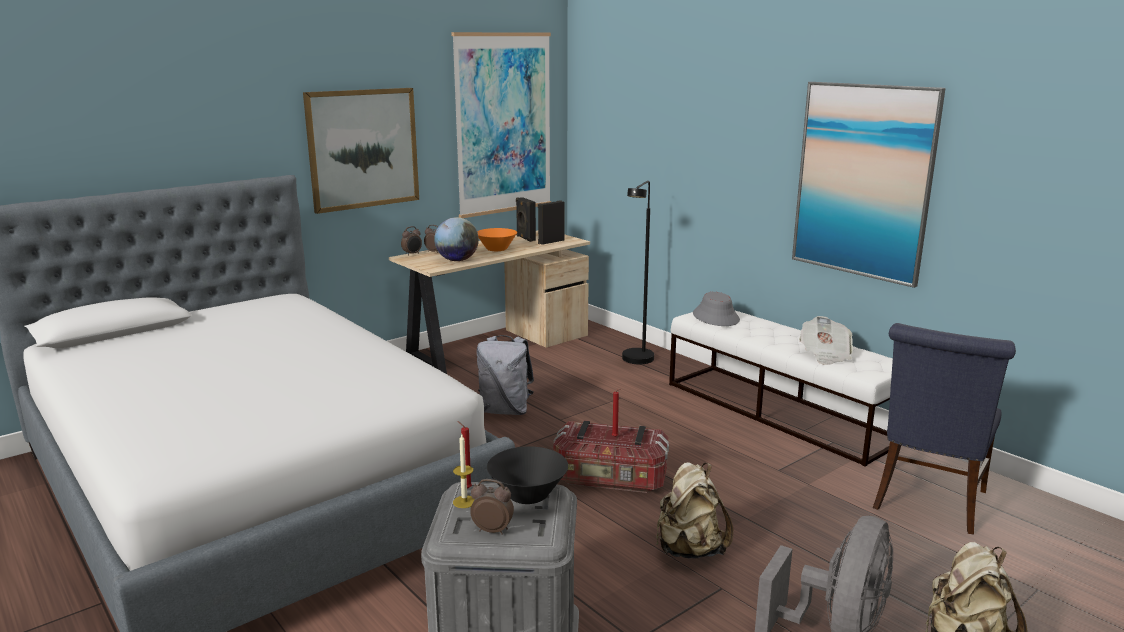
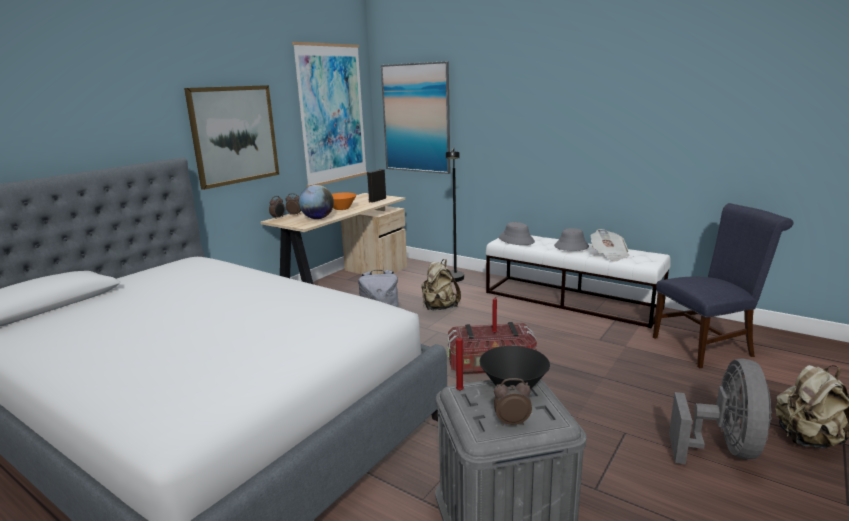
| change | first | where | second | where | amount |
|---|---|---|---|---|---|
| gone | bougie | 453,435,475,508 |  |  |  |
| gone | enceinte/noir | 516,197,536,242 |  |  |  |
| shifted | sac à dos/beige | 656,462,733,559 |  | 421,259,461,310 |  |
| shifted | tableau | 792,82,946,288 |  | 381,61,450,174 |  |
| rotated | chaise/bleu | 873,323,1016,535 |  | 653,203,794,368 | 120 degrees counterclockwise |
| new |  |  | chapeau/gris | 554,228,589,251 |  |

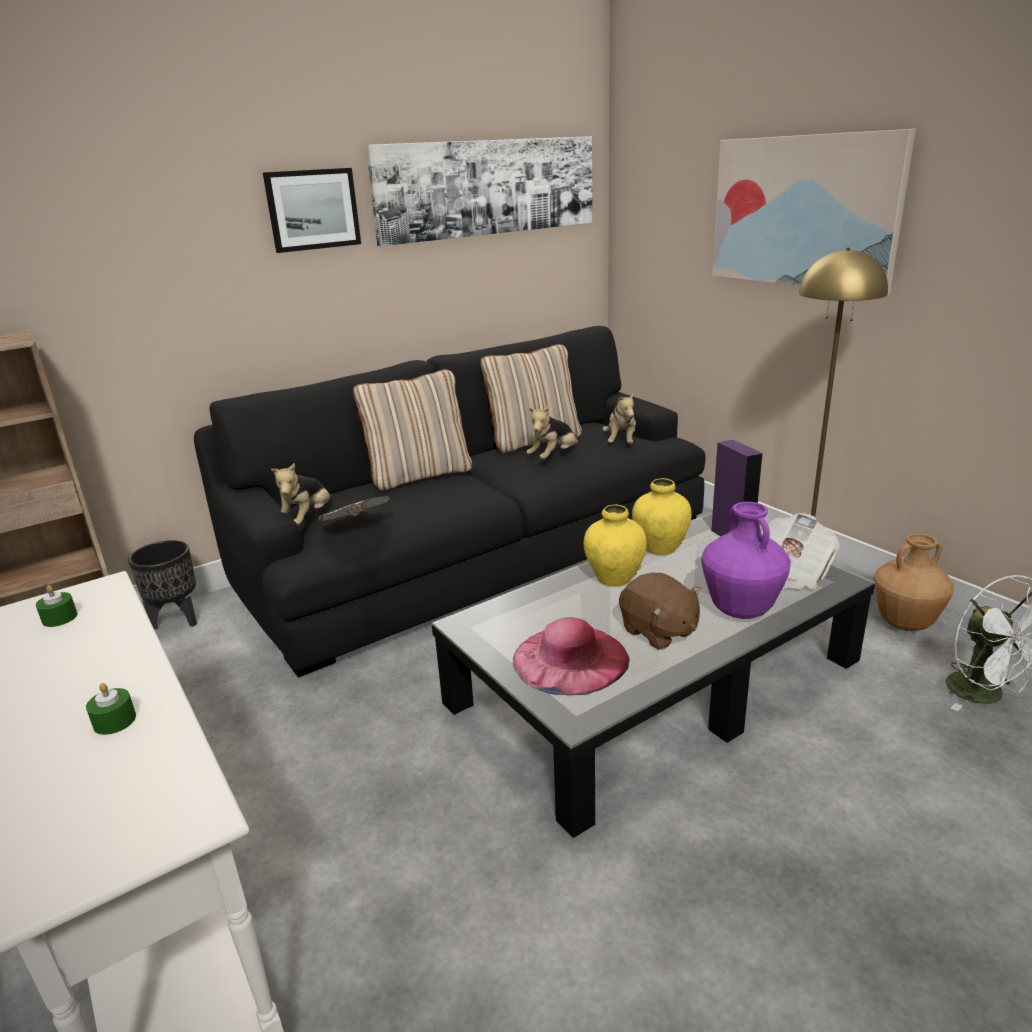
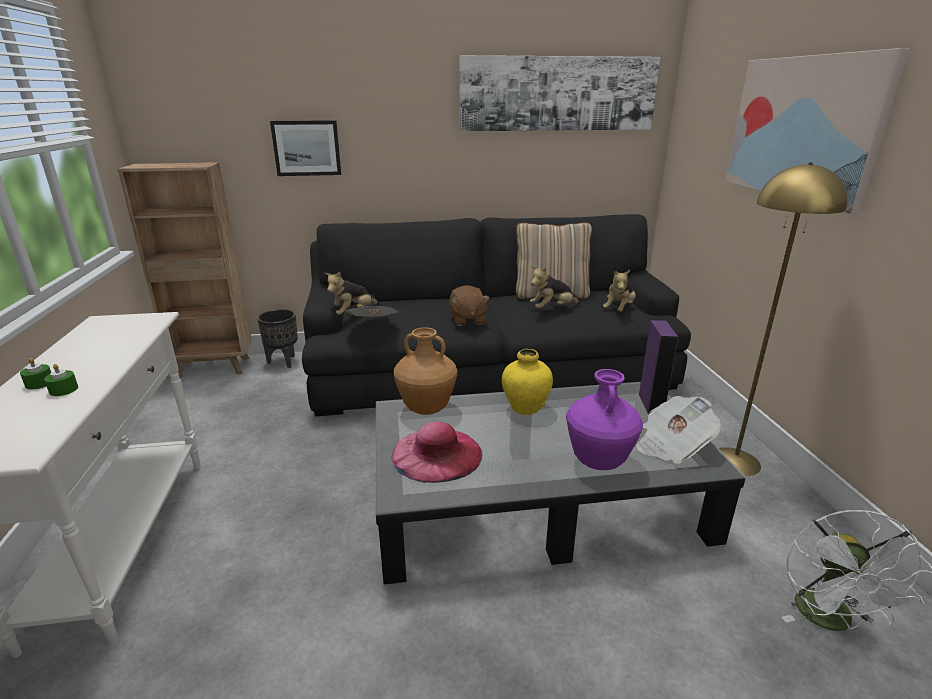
| change | first | where | second | where | amount |
|---|---|---|---|---|---|
| shifted | bougie/vert | 36,585,78,627 |  | 20,358,51,390 |  |
| shifted | tableau | 263,168,361,253 |  | 270,120,341,176 |  |
| gone | coussin/beige | 353,369,472,491 |  |  |  |
| shifted | peluche/marron | 619,573,701,650 |  | 449,285,490,326 |  |
| gone | vase/jaune | 632,478,692,555 |  |  |  |
| shifted | vase/marron | 873,534,954,631 |  | 394,327,457,415 |  |

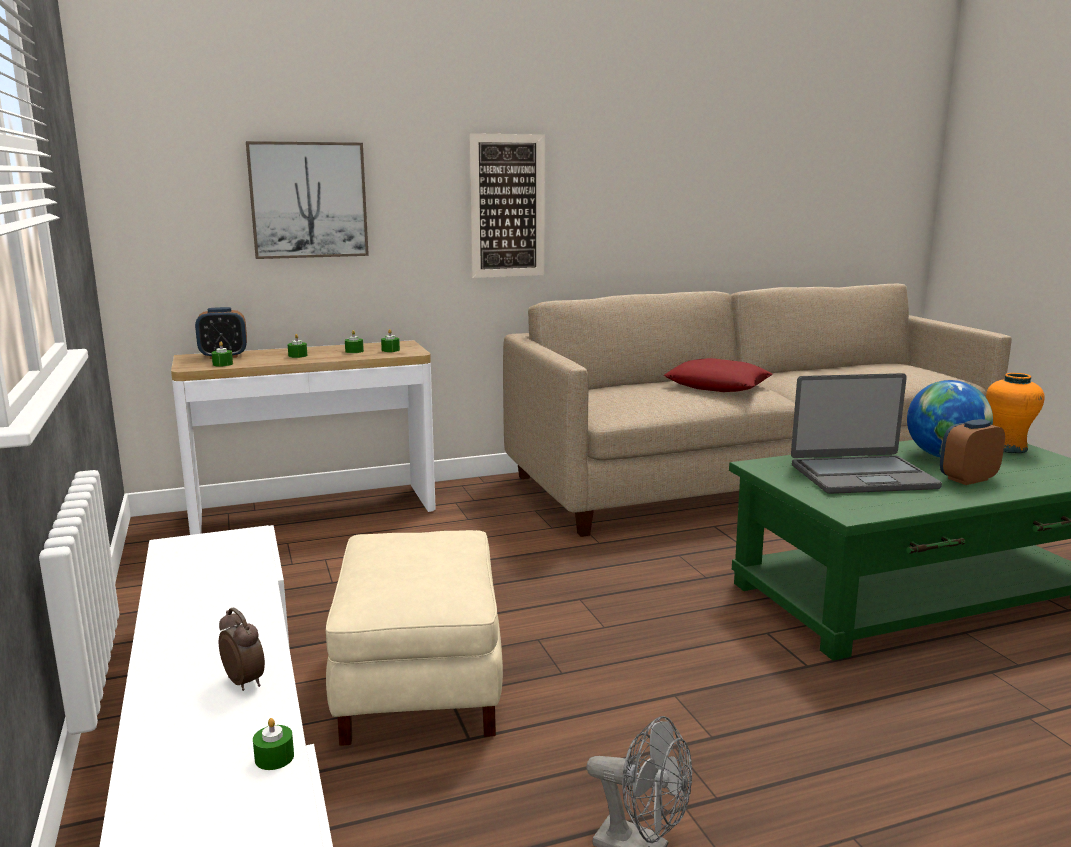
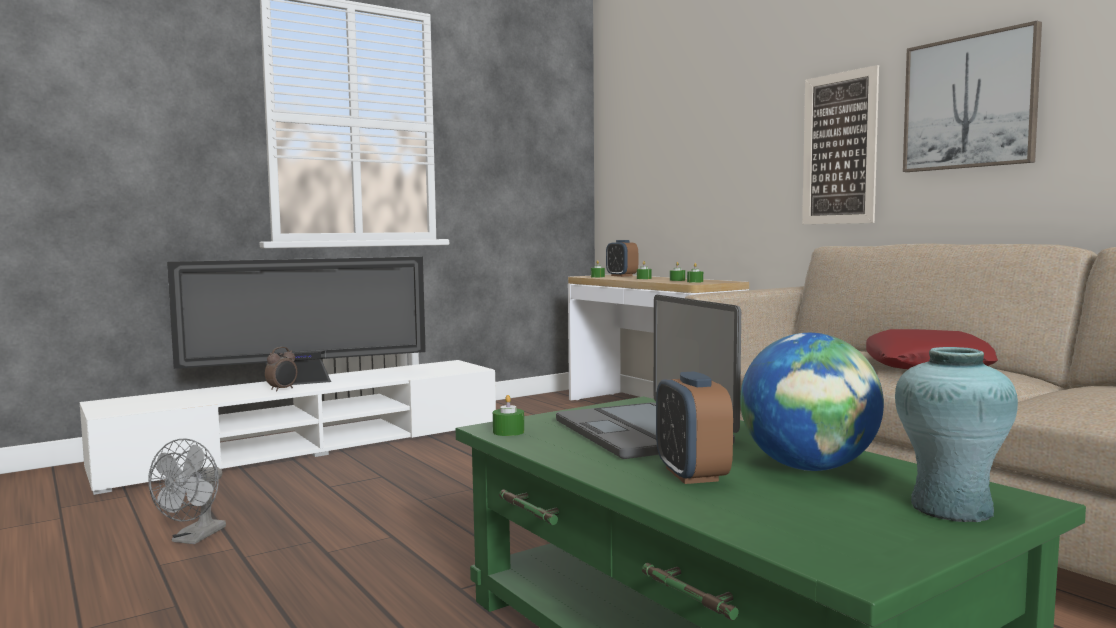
| change | first | where | second | where | amount |
|---|---|---|---|---|---|
| shifted | tableau | 246,141,369,259 |  | 903,21,1042,172 |  |
| shifted | bougie/vert | 253,718,294,770 |  | 493,395,524,436 |  |
| gone | pouf/beige | 326,530,503,746 |  |  |  |
| rotated | réveil | 940,419,1005,485 |  | 656,372,733,484 | 150 degrees counterclockwise |
| repainted | vase/orange | 986,373,1045,453 | vase/turquoise | 895,347,1018,522 |  |
| new |  |  | téléviseur | 167,256,426,385 |  |

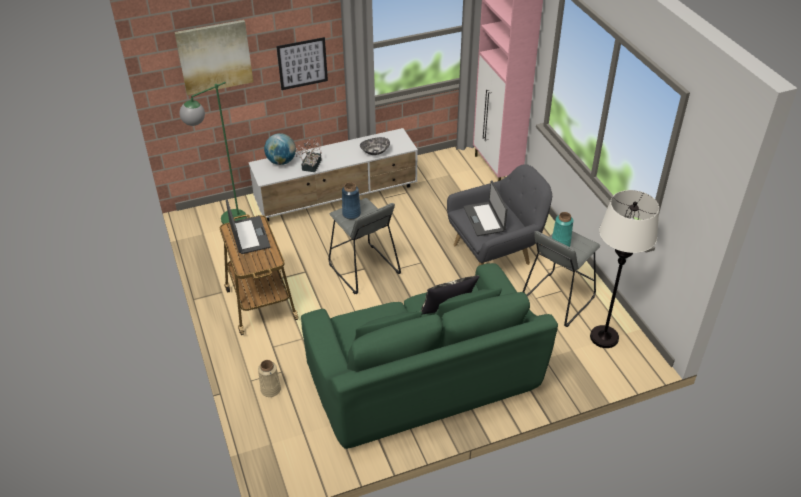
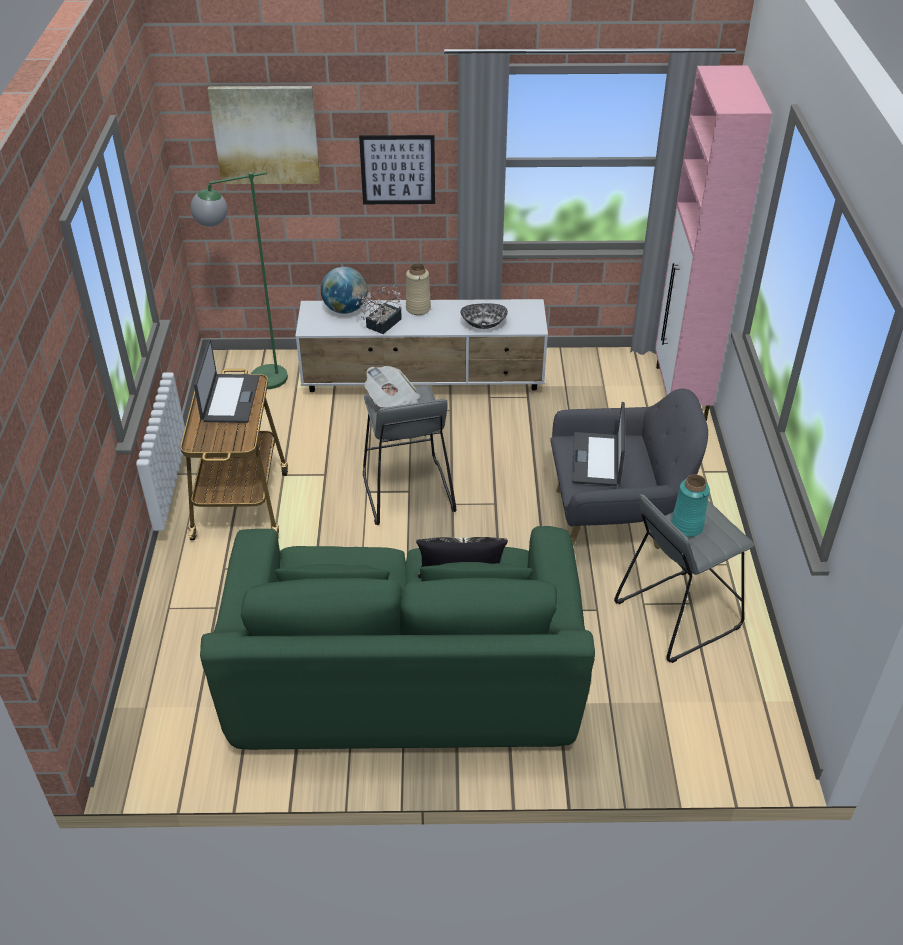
| change | first | where | second | where | amount |
|---|---|---|---|---|---|
| shifted | vase/beige | 258,360,281,397 |  | 406,263,431,315 |  |
| swapped | vase/bleu | 342,182,361,219 | journal | 364,366,420,408 |  |
| gone | lampadaire/blanc | 590,190,659,348 |  |  |  |

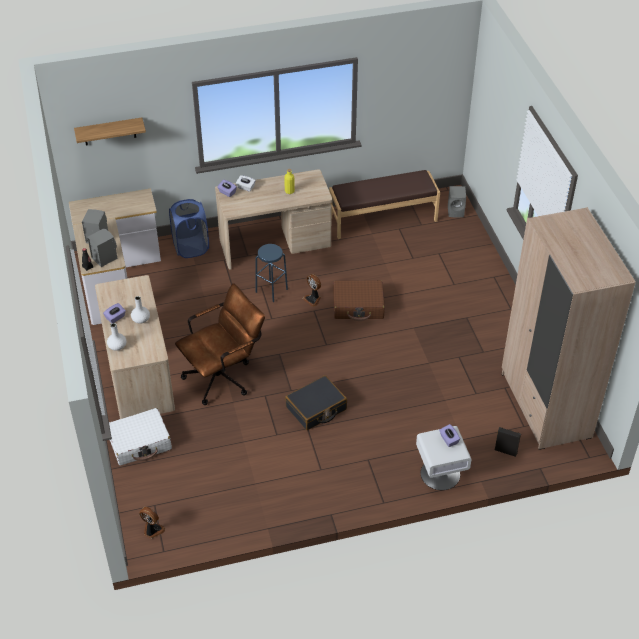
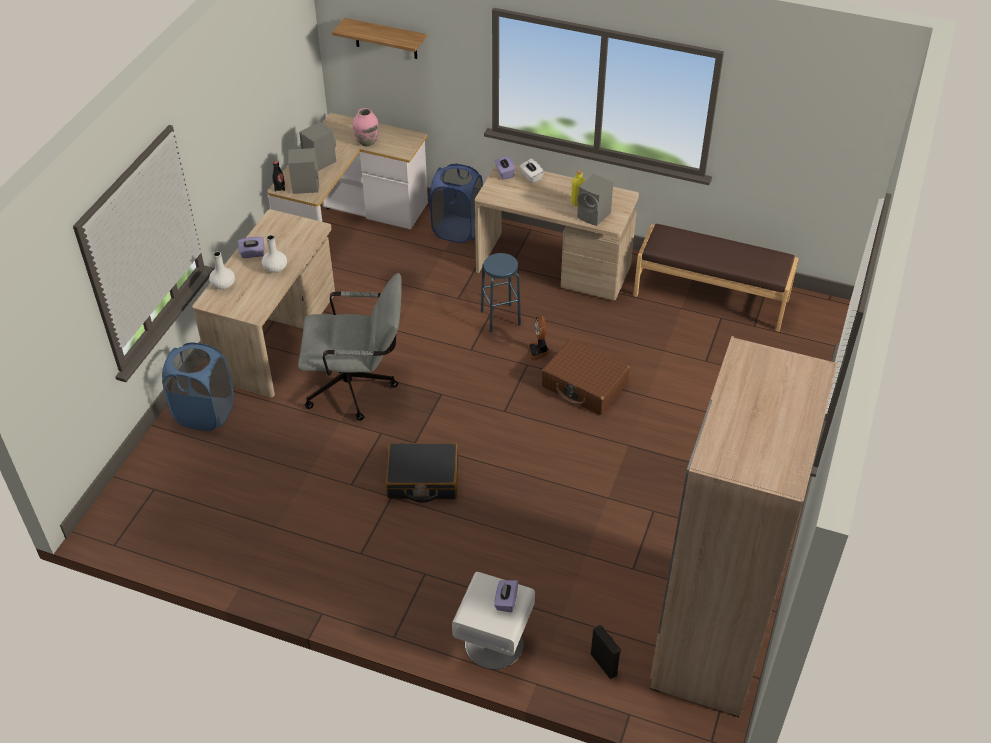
| change | first | where | second | where | amount |
|---|---|---|---|---|---|
| swapped | valise/blanc | 109,408,172,466 | panier à linge/bleu | 162,342,233,431 |  |
| gone | ventilateur | 139,507,165,539 |  |  |  |
| repainted | chaise de bureau/marron | 175,283,265,405 | chaise de bureau/gris | 298,273,402,421 |  |
| shifted | enceinte/gris | 448,186,466,218 |  | 577,174,613,226 |  |
| new |  |  | vase/rose | 353,108,379,146 |  |

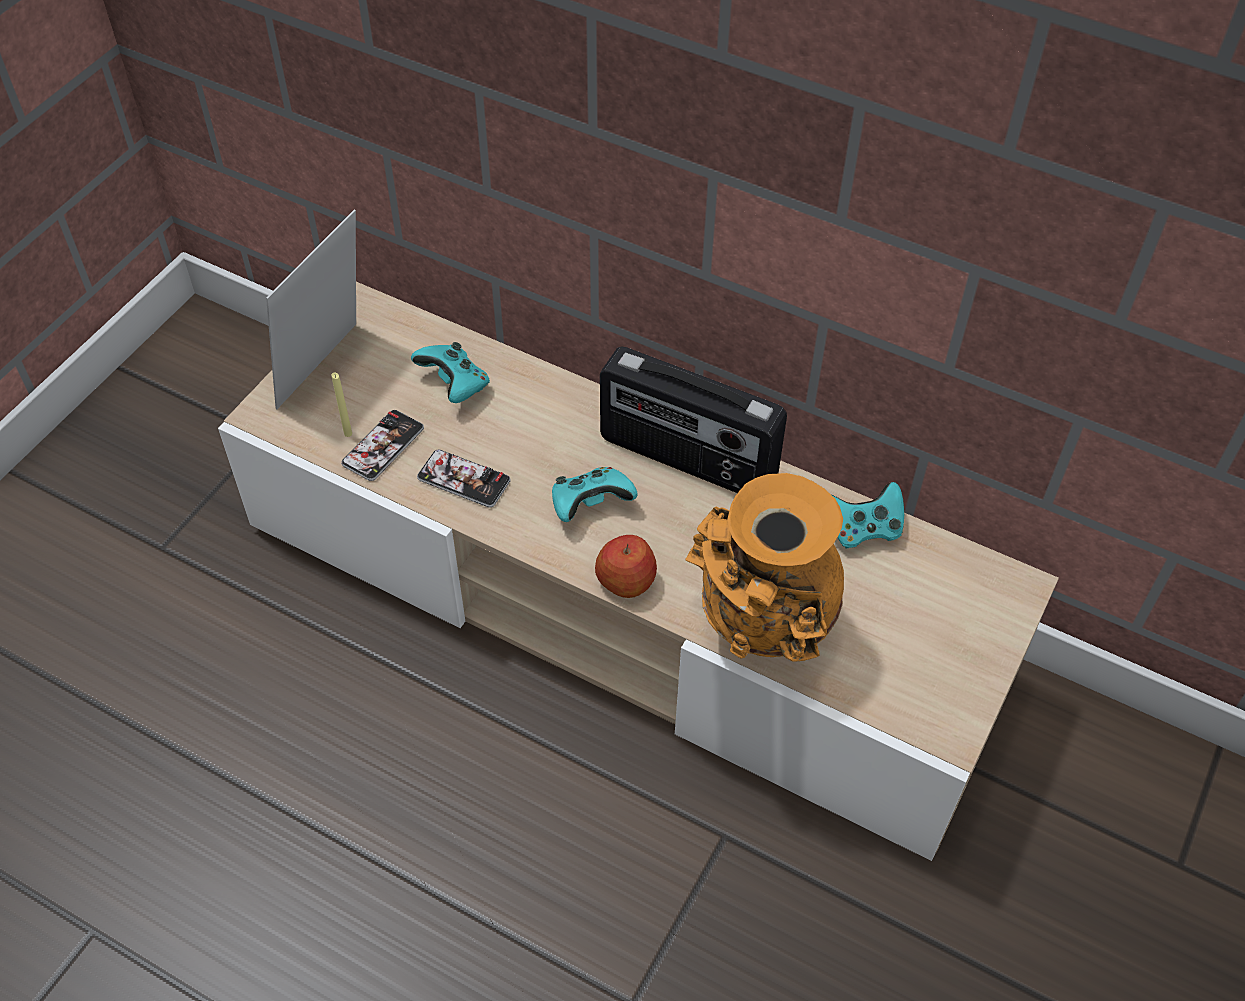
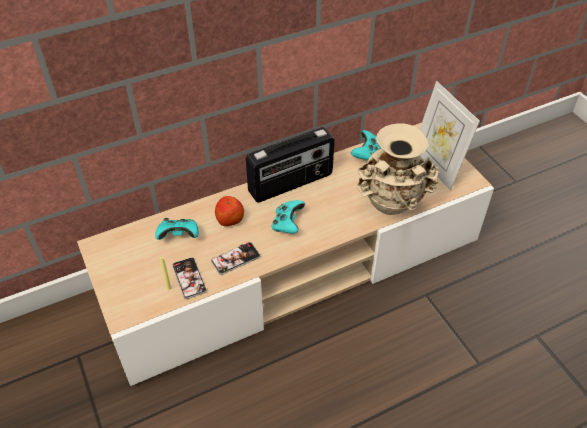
| change | first | where | second | where | amount |
|---|---|---|---|---|---|
| shifted | cadre photo | 266,210,356,409 |  | 420,81,480,191 |  |
| shifted | pomme | 595,535,657,598 |  | 215,196,244,226 |  |
| repainted | vase/orange | 685,473,844,661 | vase/beige | 356,123,439,215 |  |

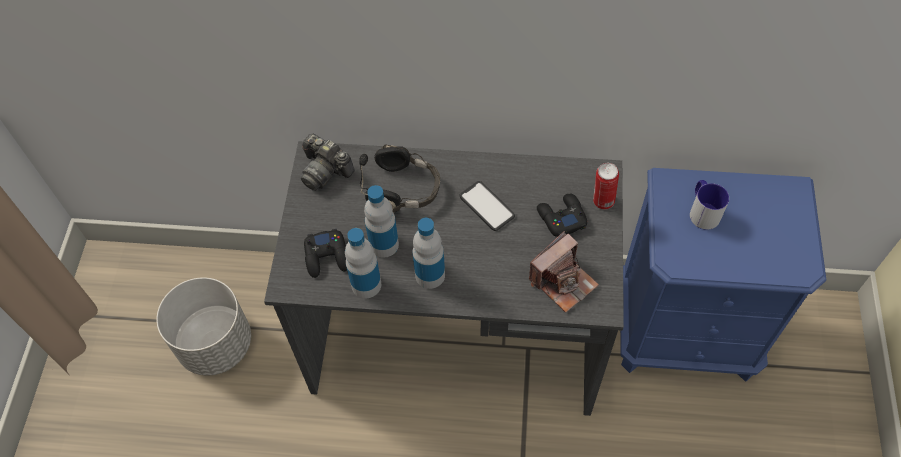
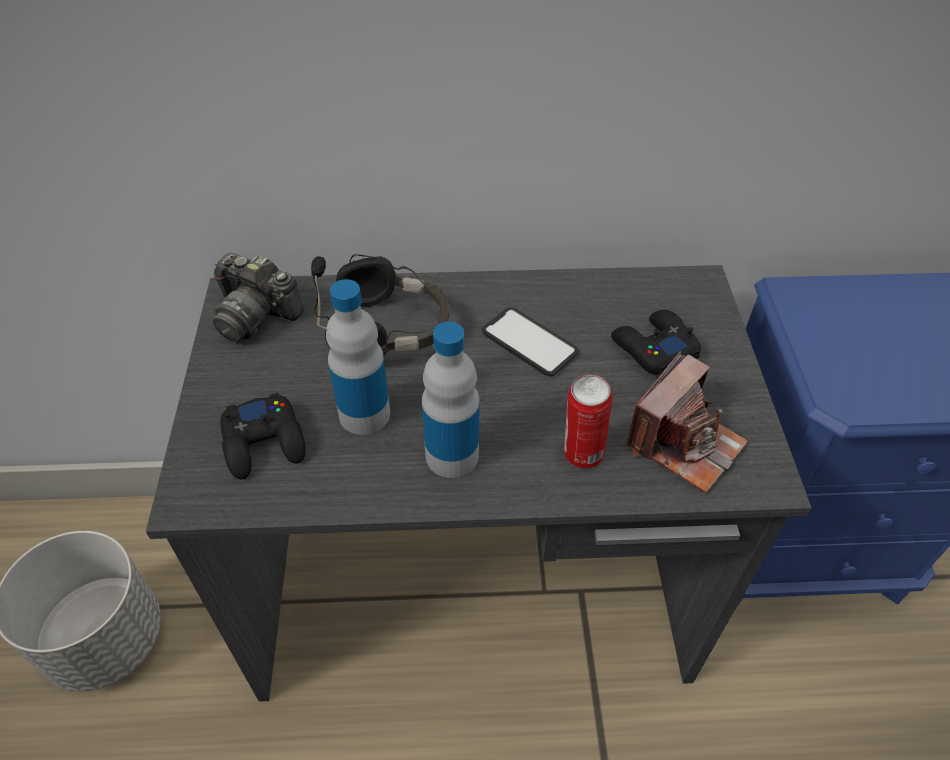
| change | first | where | second | where | amount |
|---|---|---|---|---|---|
| gone | bouteille | 345,228,381,299 |  |  |  |
| shifted | boîte métallique | 593,163,619,209 |  | 564,374,612,469 |  |
| gone | mug | 690,180,729,230 |  |  |  |

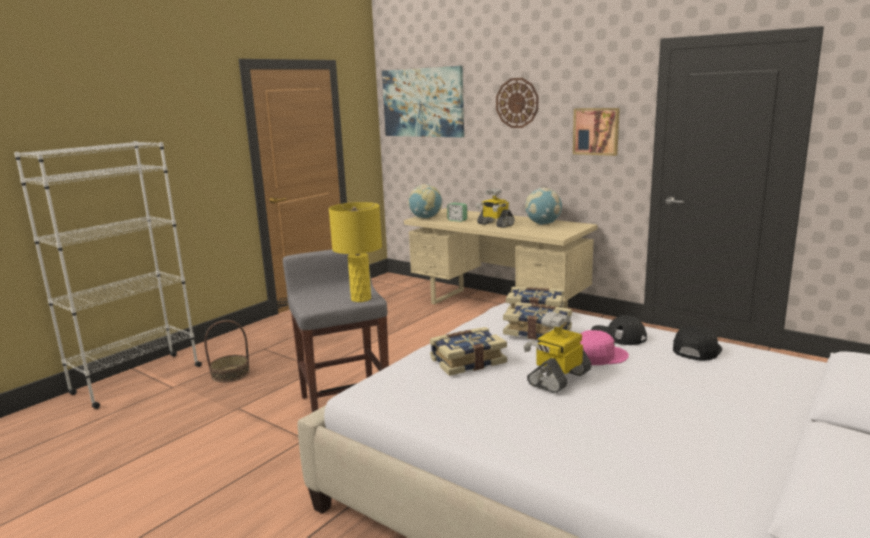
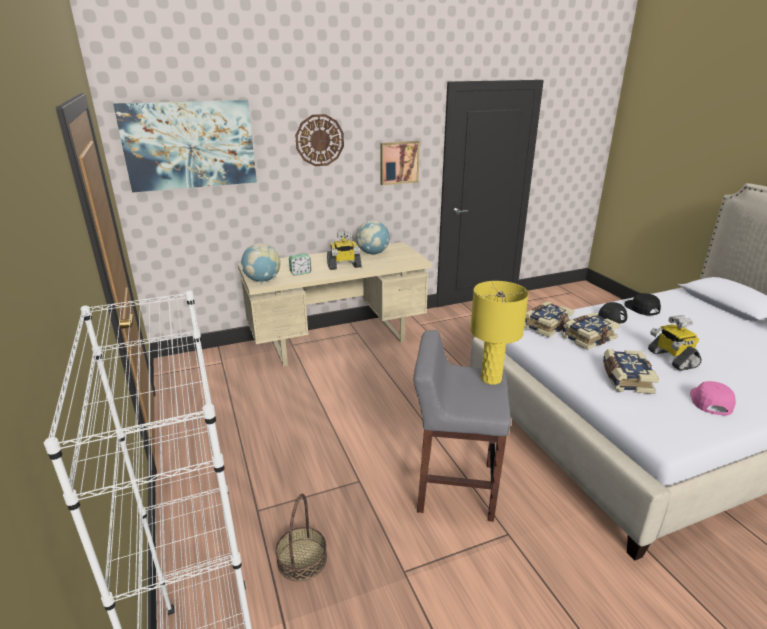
| change | first | where | second | where | amount |
|---|---|---|---|---|---|
| shifted | casquette/rose | 580,330,629,365 |  | 690,381,736,415 |  |

